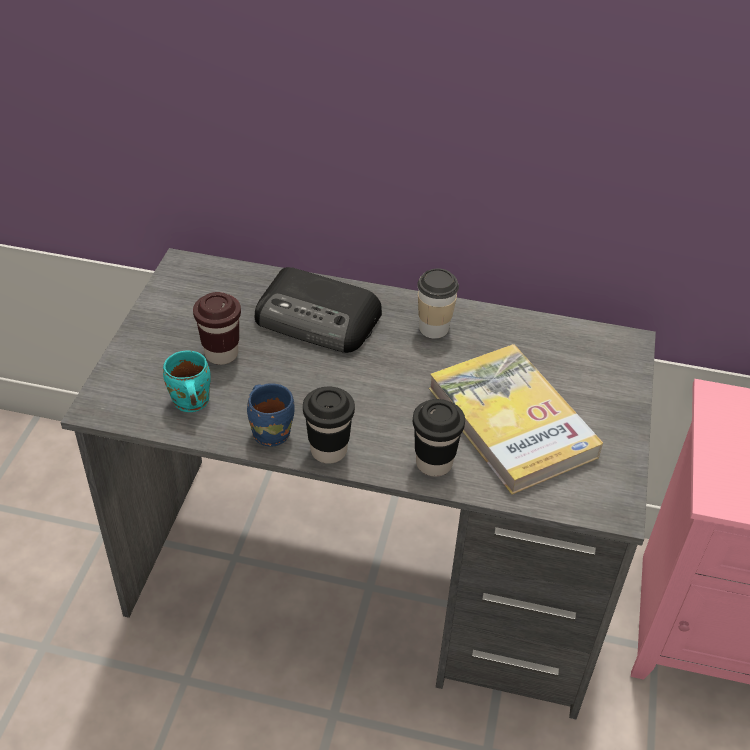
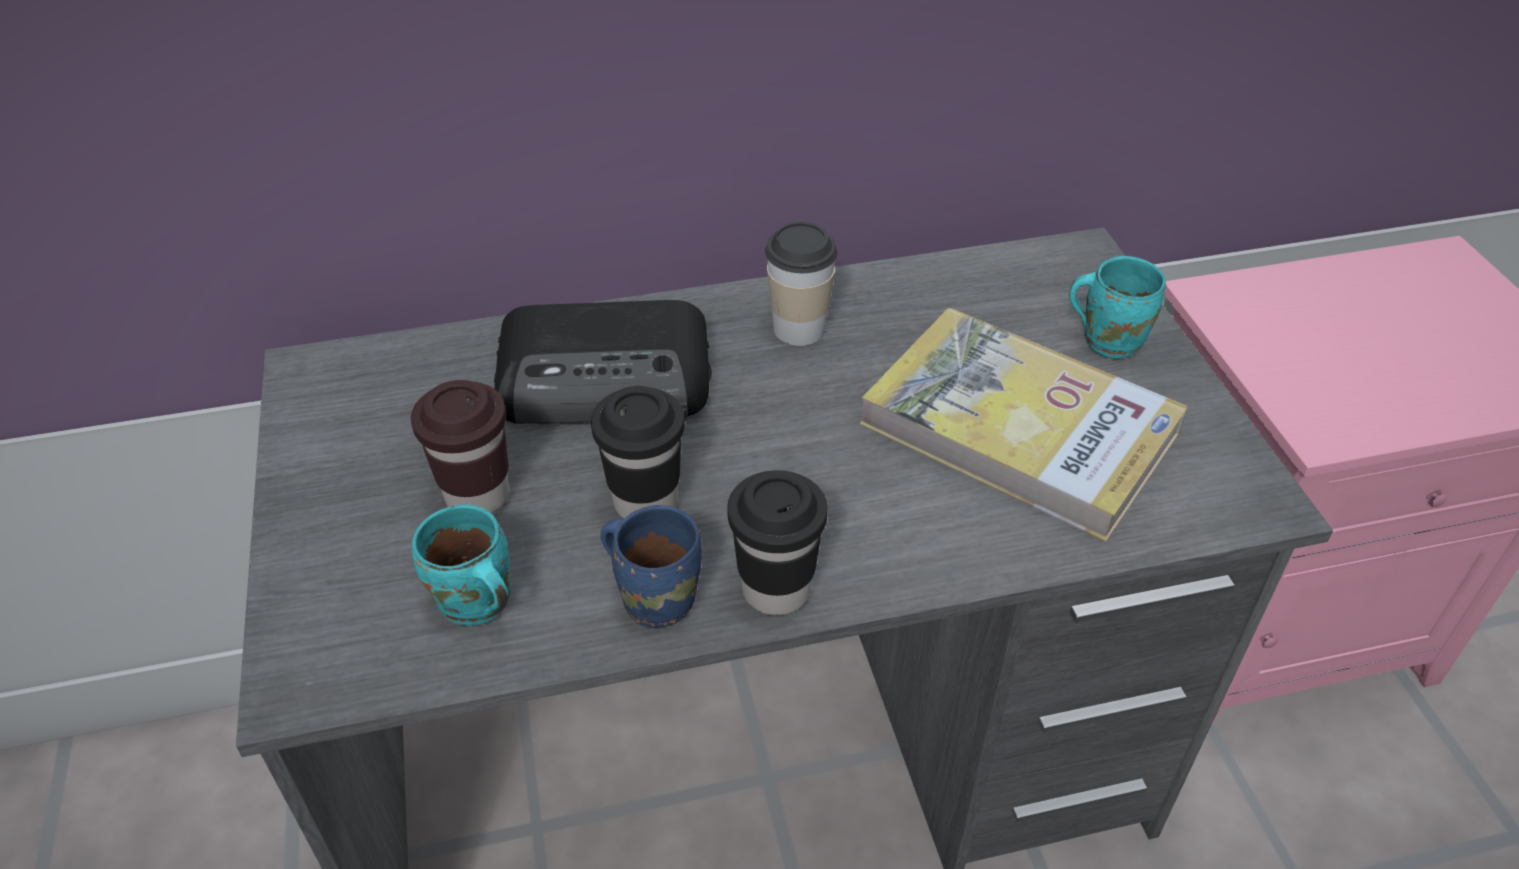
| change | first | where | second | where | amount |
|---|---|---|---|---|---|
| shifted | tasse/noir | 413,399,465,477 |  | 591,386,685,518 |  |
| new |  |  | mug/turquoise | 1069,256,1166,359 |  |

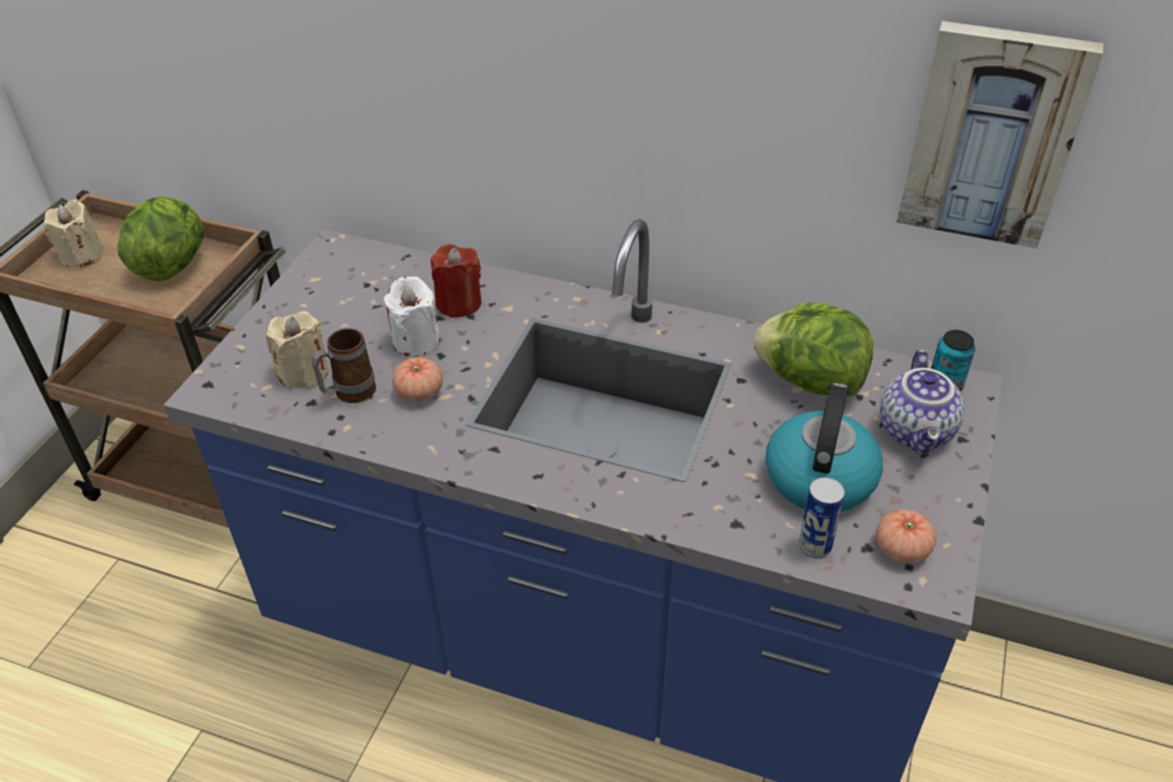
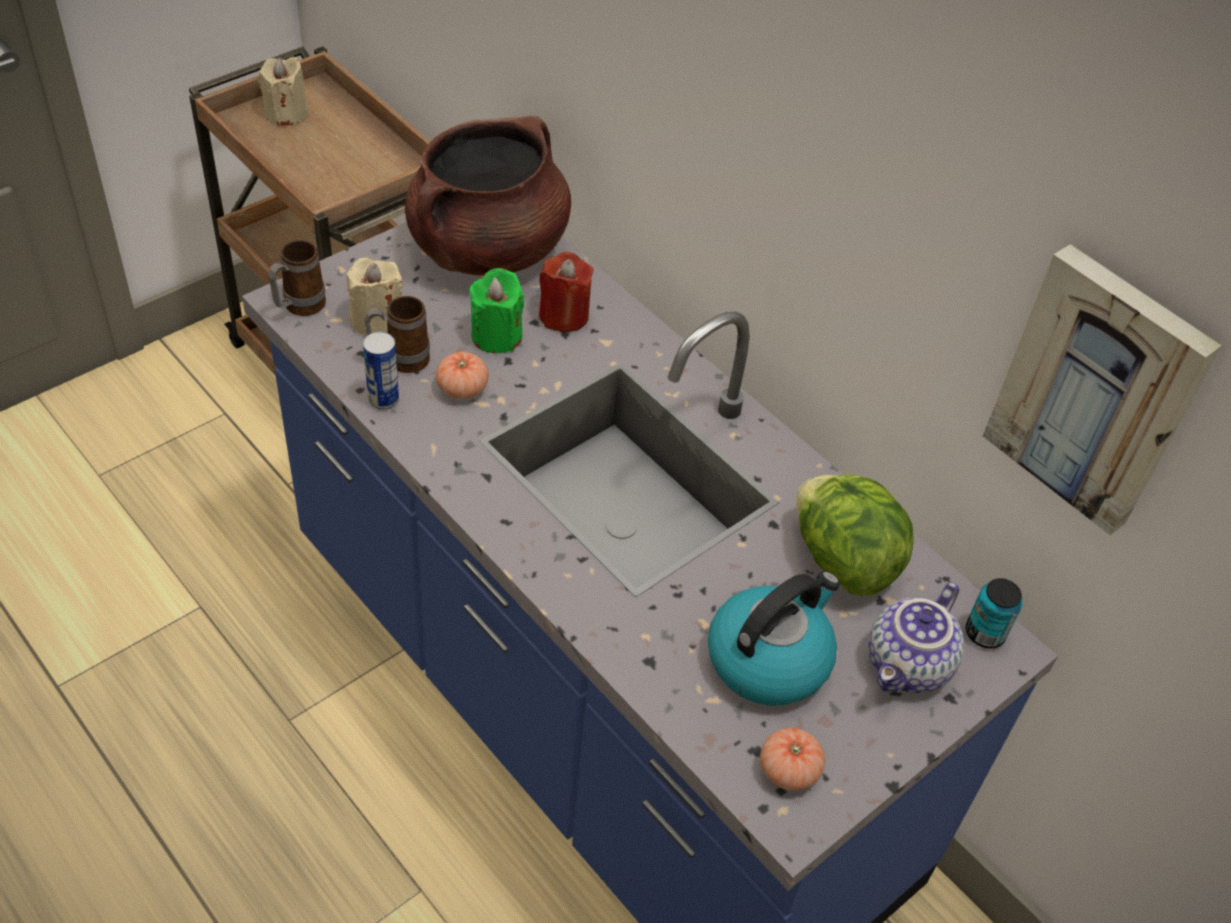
| change | first | where | second | where | amount |
|---|---|---|---|---|---|
| gone | laitue | 117,196,204,281 |  |  |  |
| repainted | bougie/blanc | 383,277,440,357 | bougie/vert | 469,268,524,353 |  |
| shifted | boîte métallique | 799,477,845,558 |  | 363,332,399,410 |  |
| new |  |  | mug | 268,240,326,316 |  |
| new |  |  | marmite/marron | 405,116,571,276 |  |

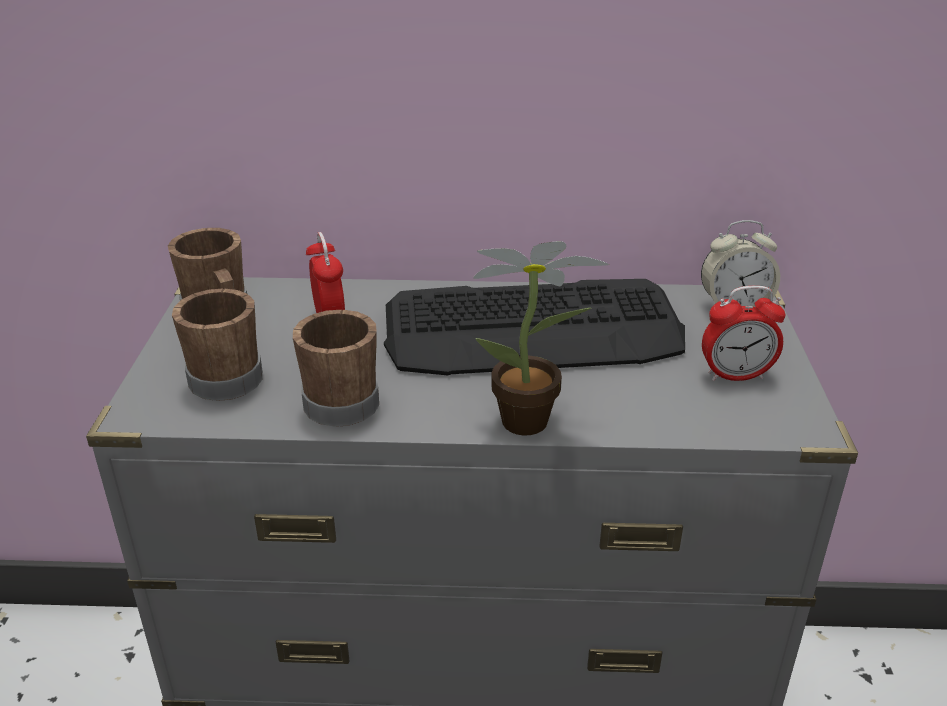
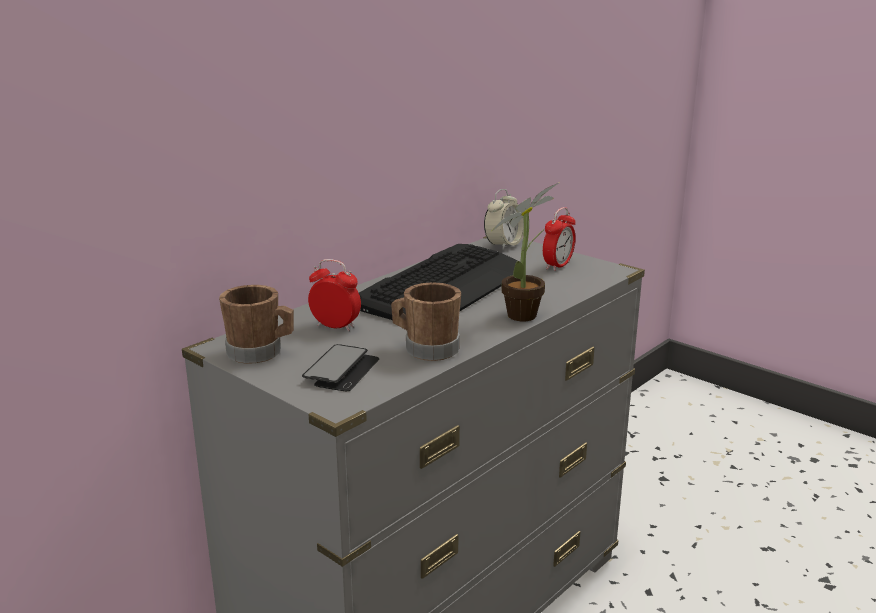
| change | first | where | second | where | amount |
|---|---|---|---|---|---|
| swapped | mug/marron | 172,289,263,401 | téléphone | 302,344,379,391 |  |

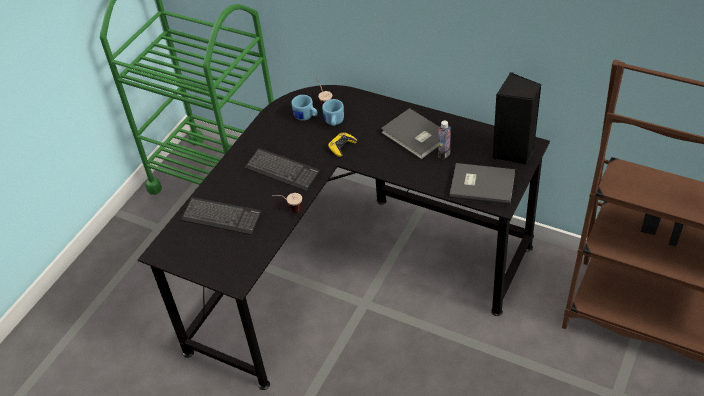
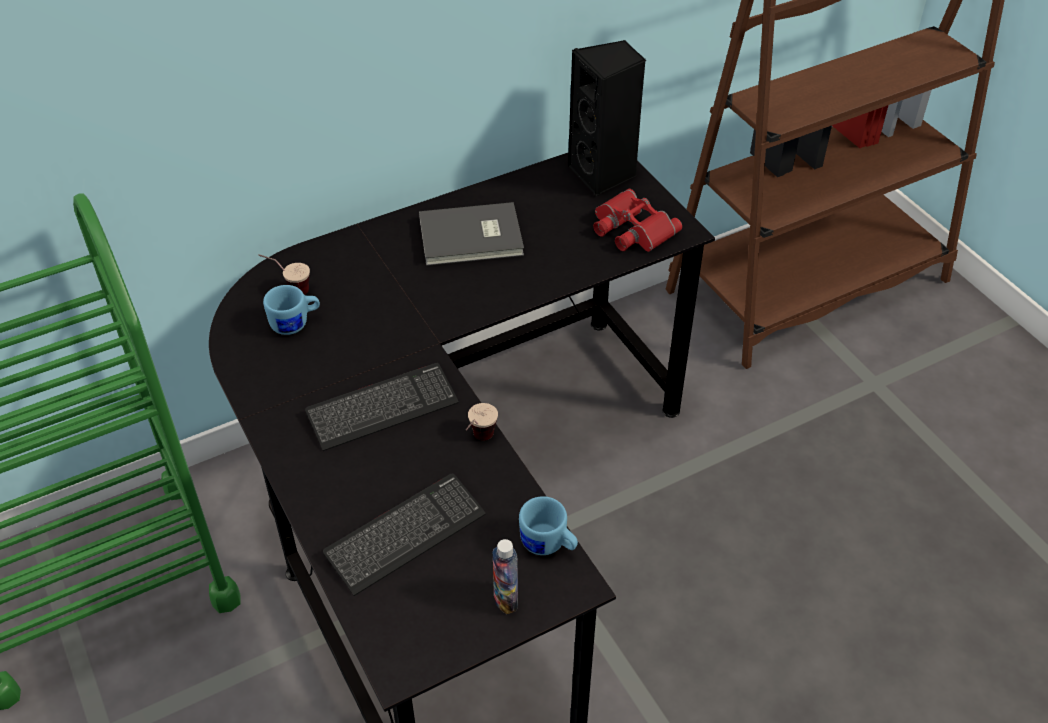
| change | first | where | second | where | amount |
|---|---|---|---|---|---|
| shifted | mug/bleu | 322,99,344,126 |  | 519,496,578,555 |  |
| gone | manette/jaune | 328,133,357,157 |  |  |  |
| shifted | bouteille | 438,120,451,159 |  | 493,539,518,614 |  |
| swapped | livre/gris | 450,163,515,205 | jumelles/rouge | 593,189,682,252 |  |

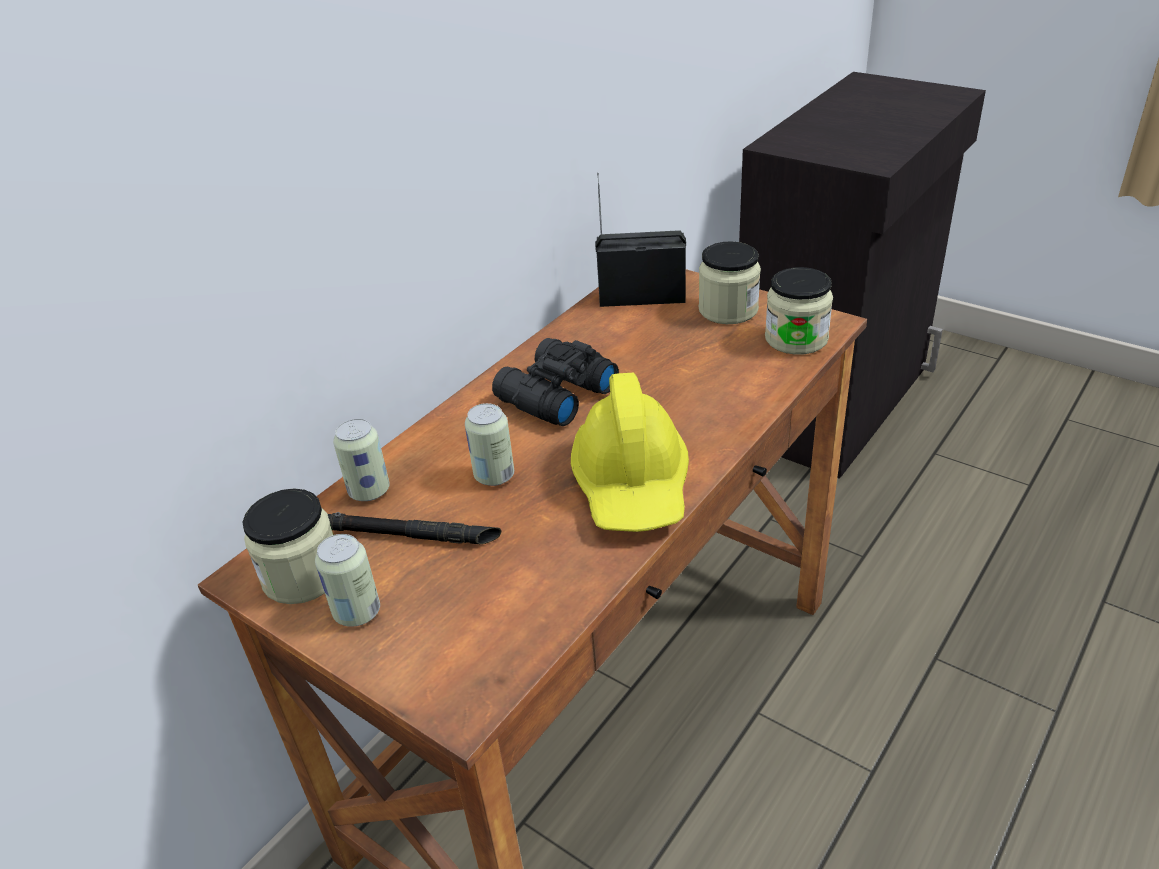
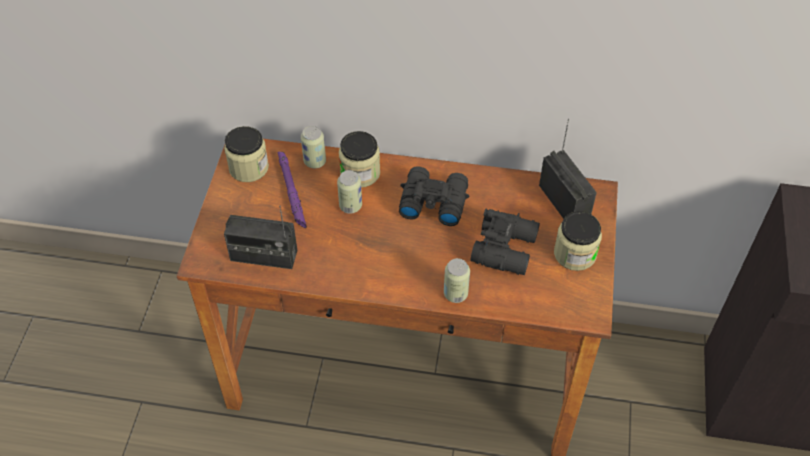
| change | first | where | second | where | amount |
|---|---|---|---|---|---|
| shifted | boîte métallique | 315,534,380,627 |  | 444,258,470,303 |  |
| repainted | lampe de poche/noir | 328,512,501,544 | lampe de poche/violet | 278,152,307,228 |  |
| gone | casque de chantier/jaune | 571,373,689,532 |  |  |  |
| shifted | bocal | 765,267,833,355 |  | 339,131,380,187 |  |
| new |  |  | radio | 224,206,297,269 |  |
| new |  |  | jumelles/noir | 471,208,540,275 |  |

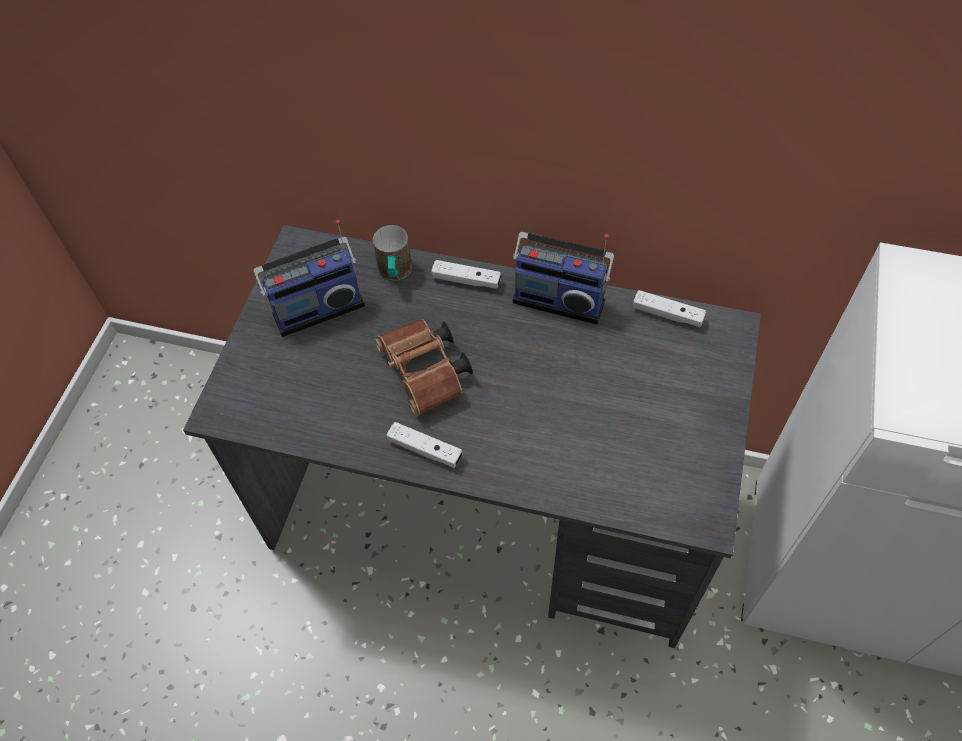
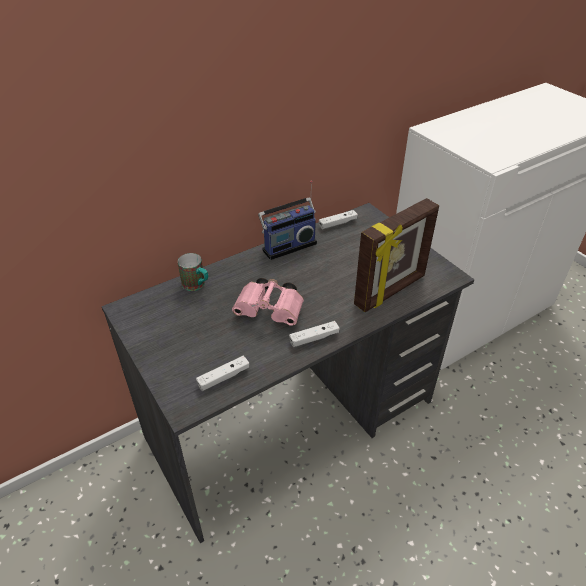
| change | first | where | second | where | amount |
|---|---|---|---|---|---|
| gone | radio | 253,220,365,337 |  |  |  |
| repainted | jumelles/marron | 375,319,473,415 | jumelles/rose | 232,278,304,326 |  |
| shifted | manette/blanc | 431,260,501,289 |  | 196,356,250,391 |  |
| new |  |  | cadre photo | 354,198,439,312 |  |

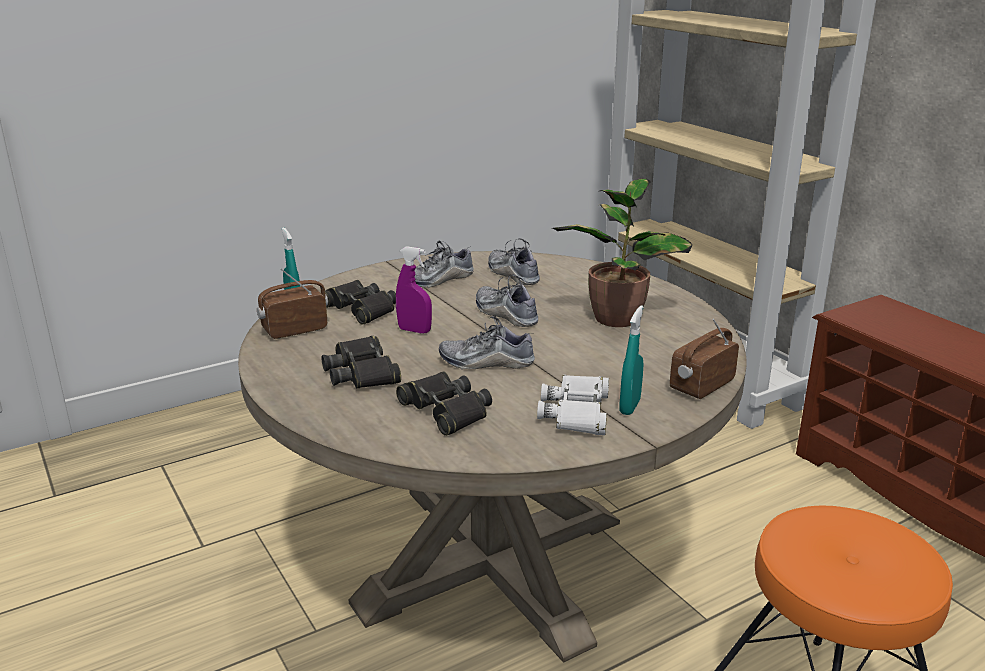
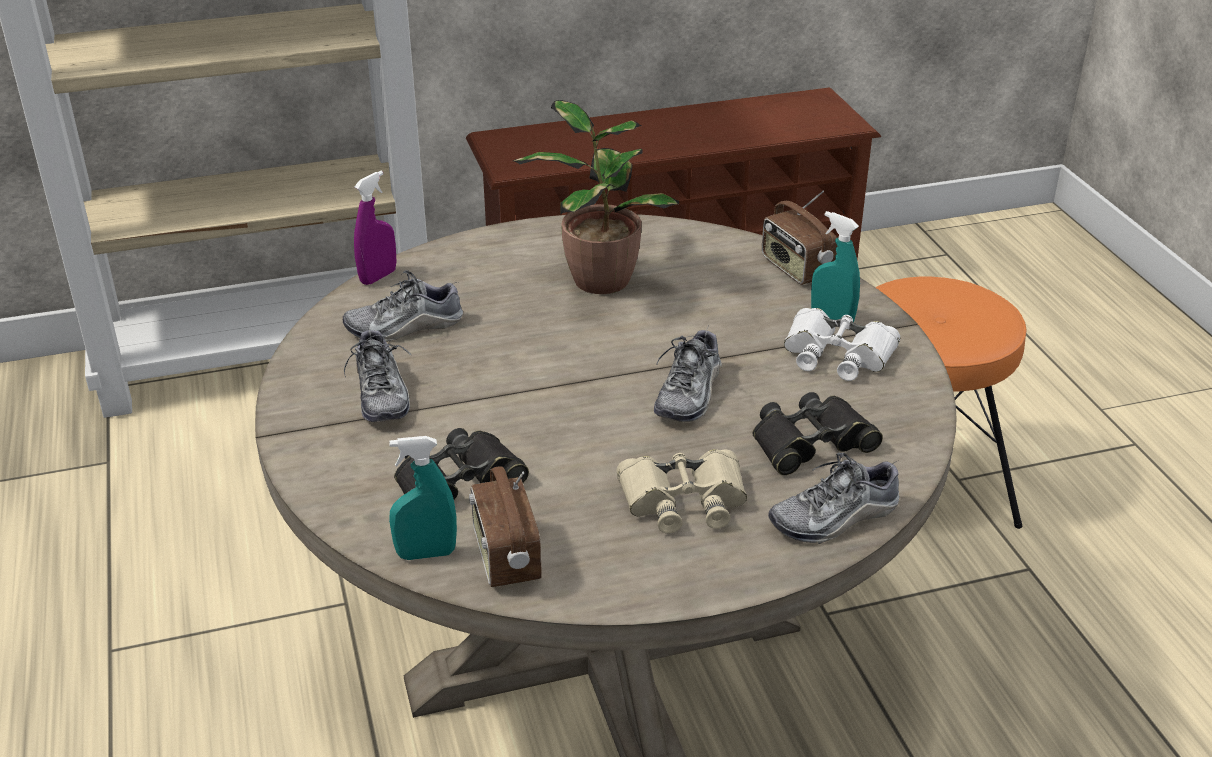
| change | first | where | second | where | amount |
|---|---|---|---|---|---|
| repainted | jumelles/noir | 321,336,401,388 | jumelles/beige | 617,449,747,534 |  |
| shifted | vaporisateur/violet | 396,246,432,333 |  | 354,171,397,285 |  |
| shifted | chaussure | 476,275,538,327 |  | 768,453,899,544 |  |

